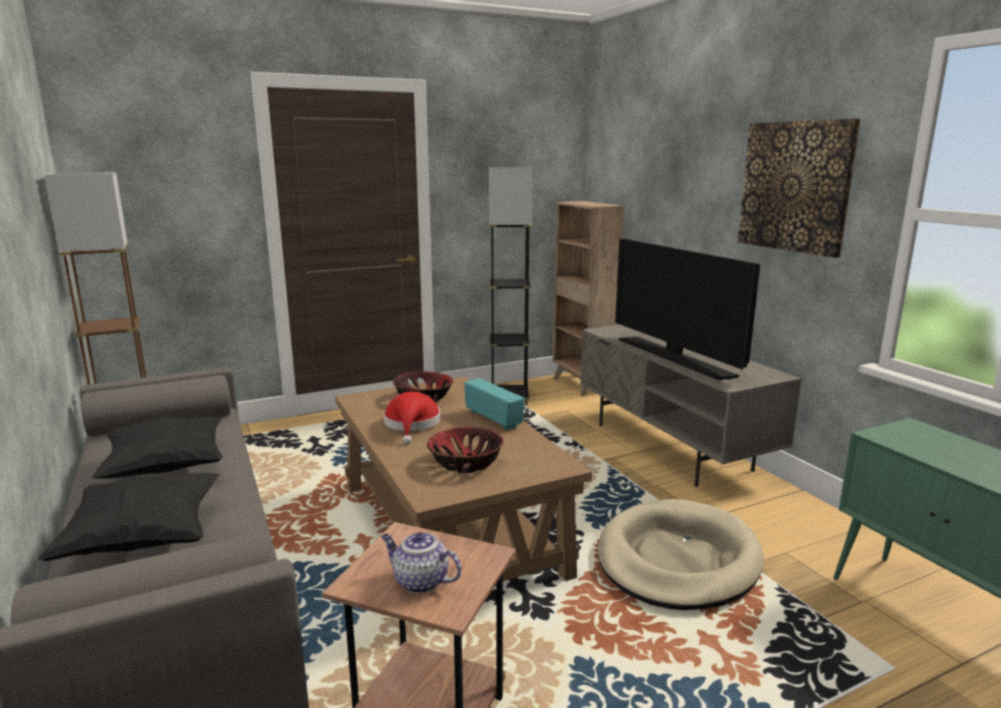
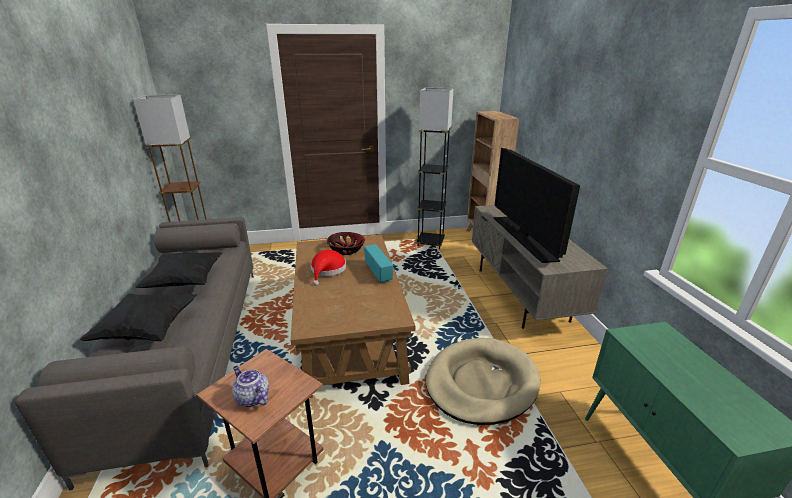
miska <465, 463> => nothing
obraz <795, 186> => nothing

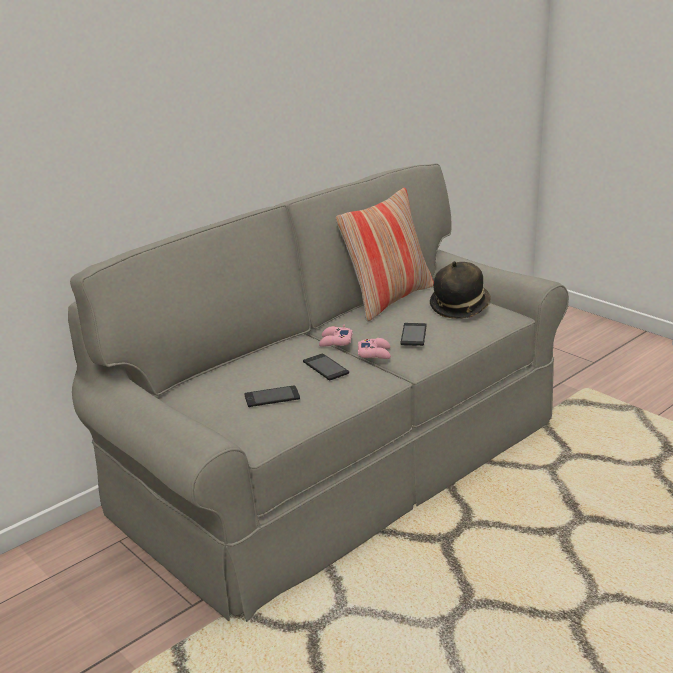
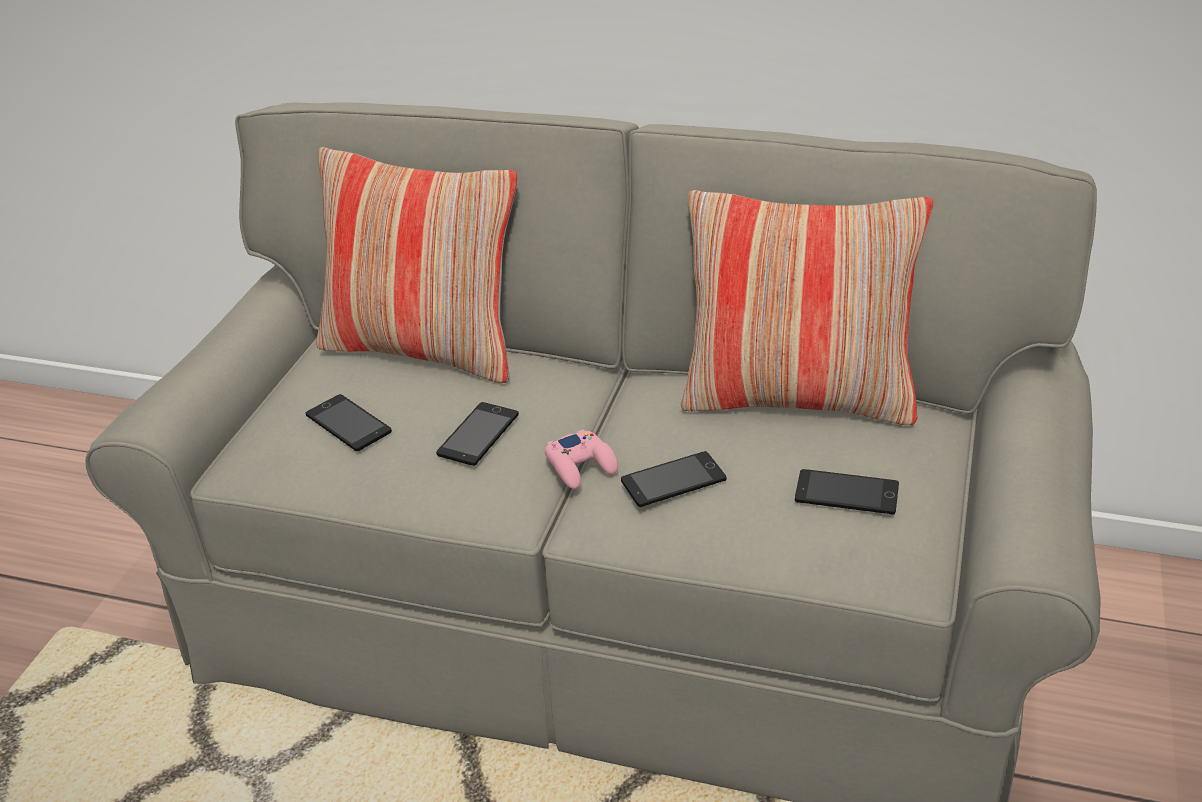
nothing => poduszka <424, 349>
kapelusz <460, 307> => telefon <846, 493>
pad do gier/różowy <335, 341> => nothing

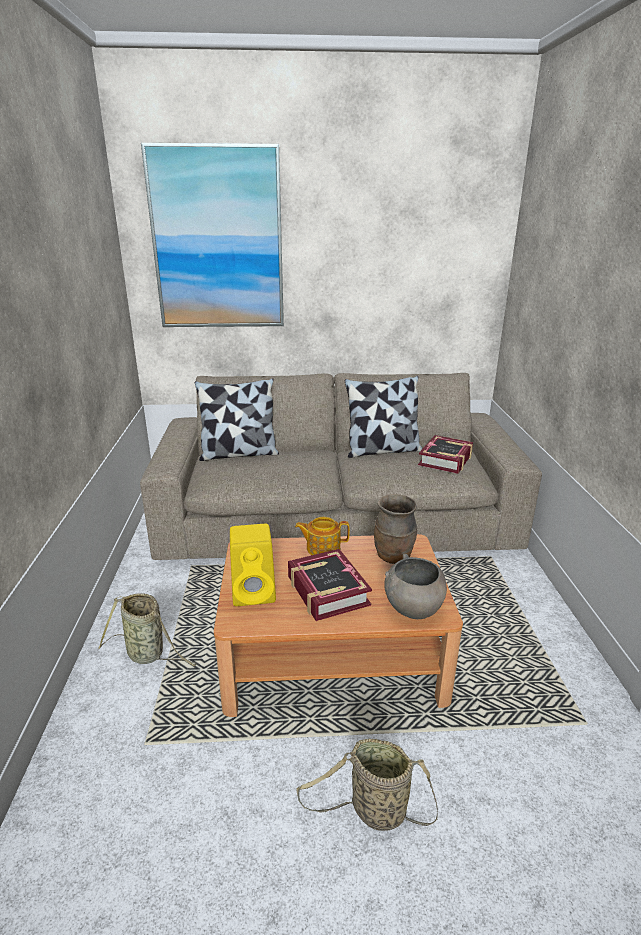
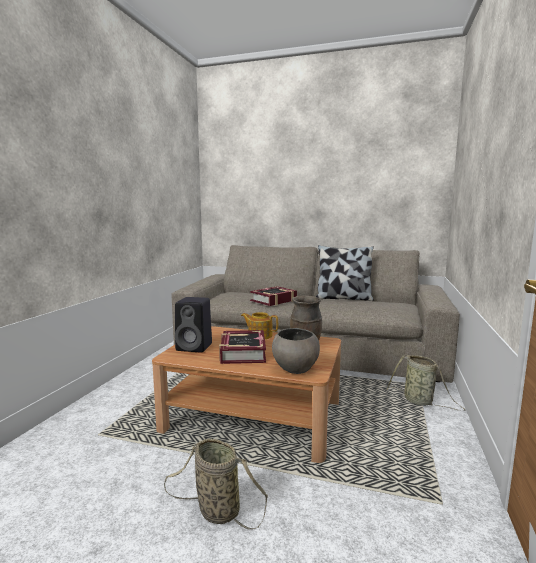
głośnik/żółty <255, 592> => głośnik/czarny <195, 347>
książka <446, 460> => książka <273, 300>, move
koszyk <148, 654> => koszyk <420, 401>, move
obraz <218, 240> => nothing
poduszka <239, 454> => nothing

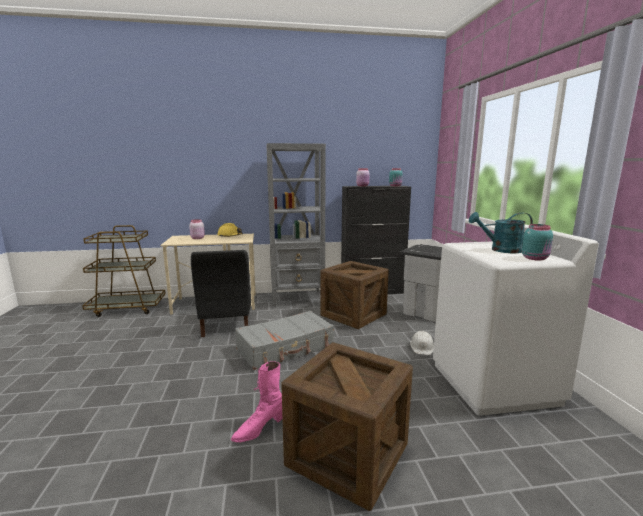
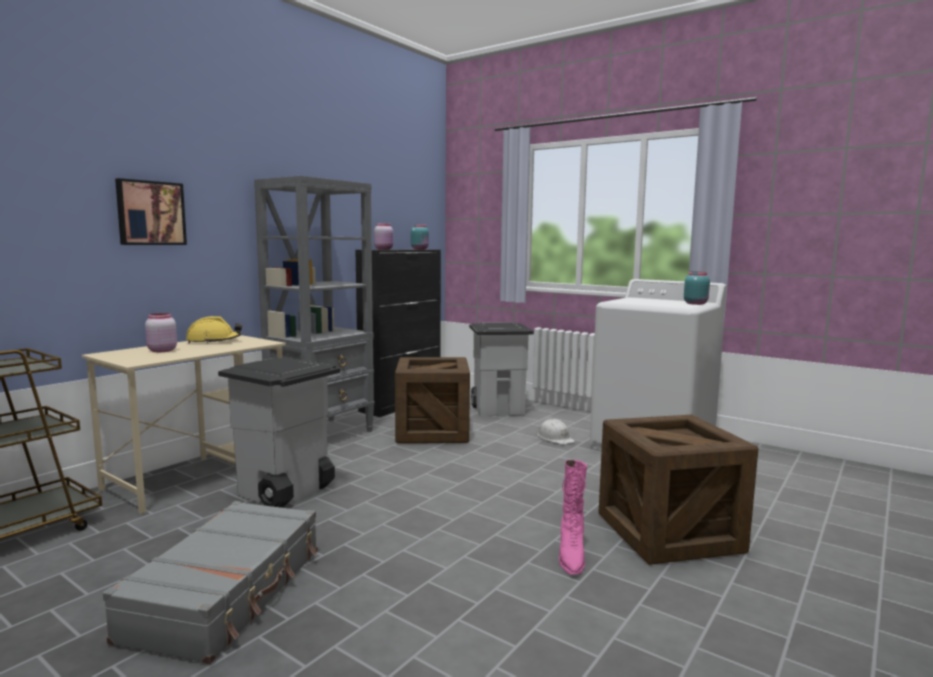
walizka/szary <286, 348> => walizka/szary <228, 593>, move
nothing => obraz <150, 213>
krzesło/czarny <225, 324> => kosz na śmieci/szary <285, 492>
konewka/turkusowy <500, 250> => nothing

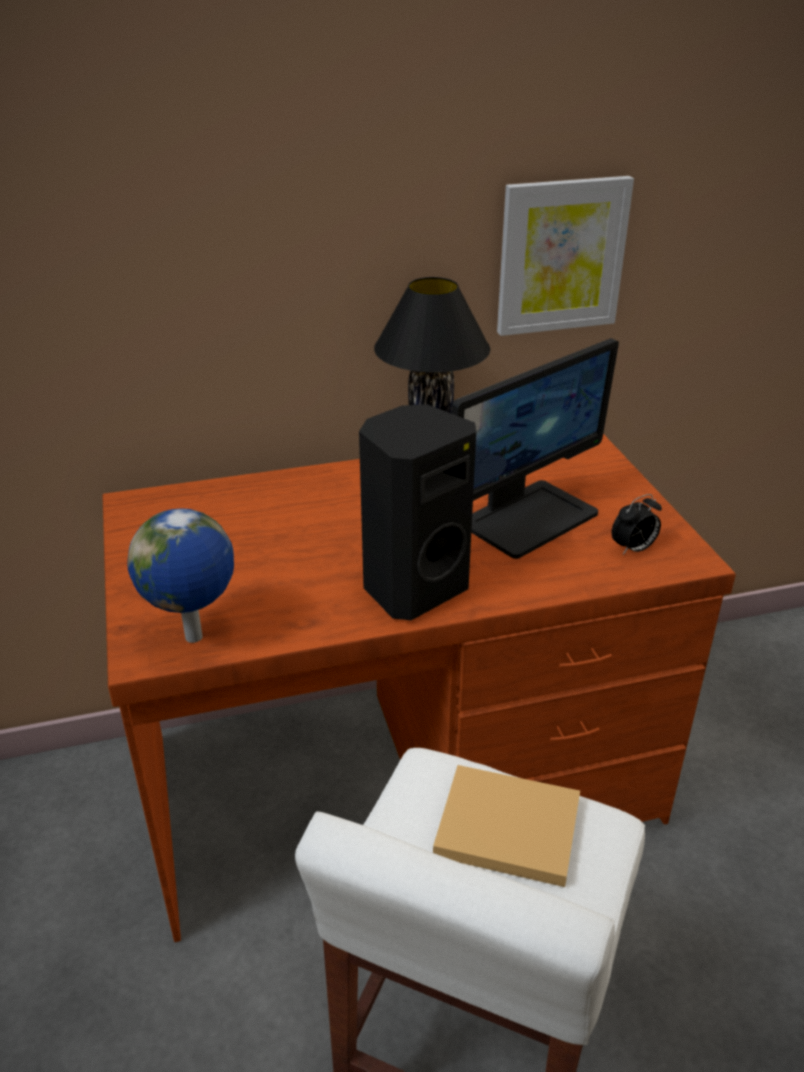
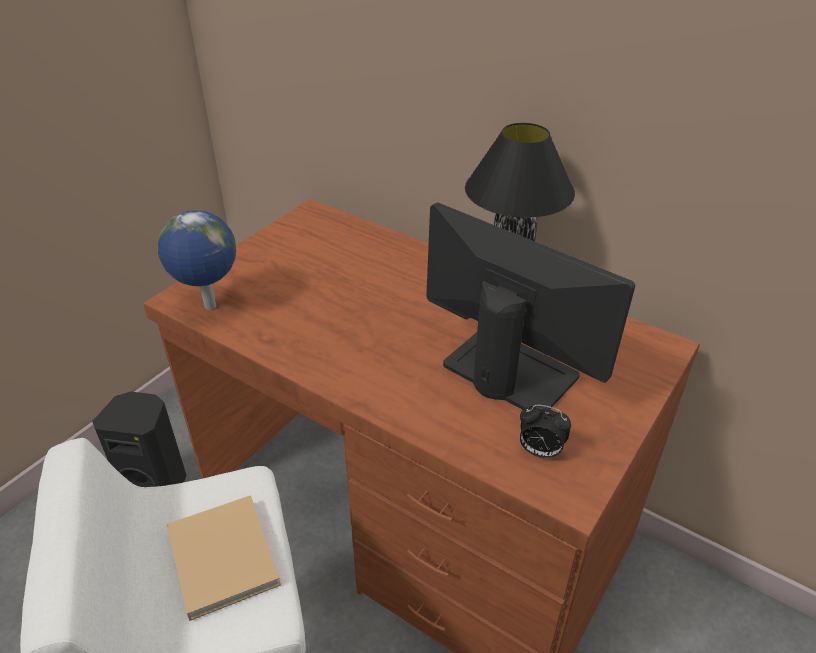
głośnik/czarny <413, 588> => głośnik/czarny <157, 486>, move
monitor <527, 517> => monitor <507, 372>, 150 degrees counterclockwise
obraz <561, 256> => nothing

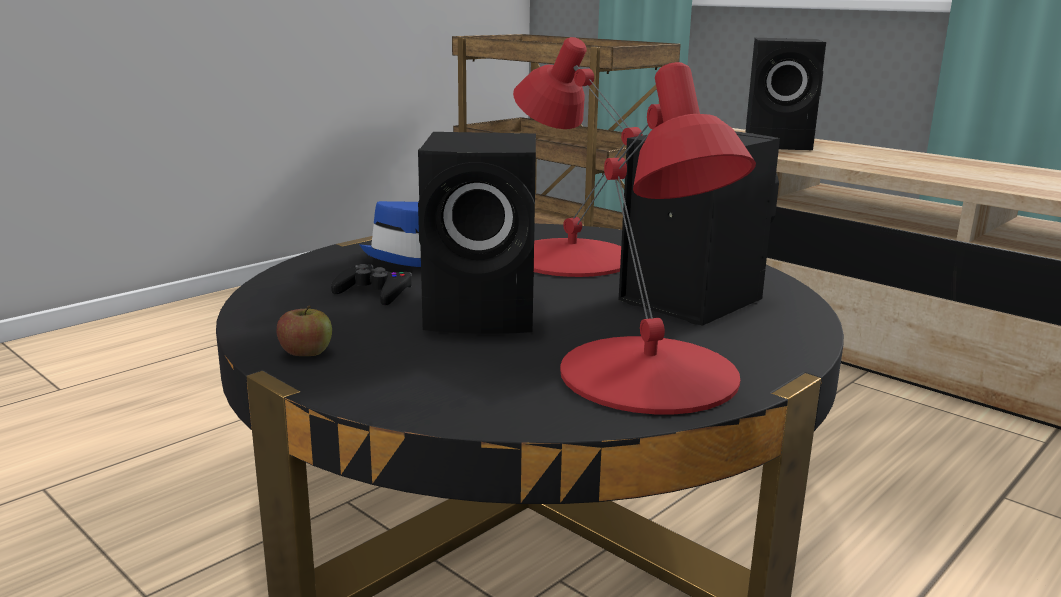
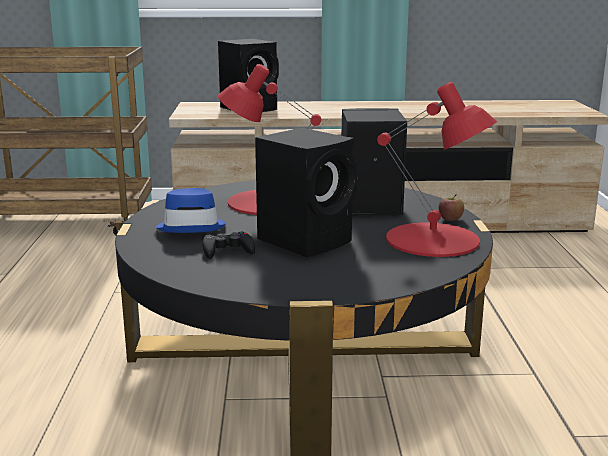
jabłko <306, 352> => jabłko <450, 219>, move

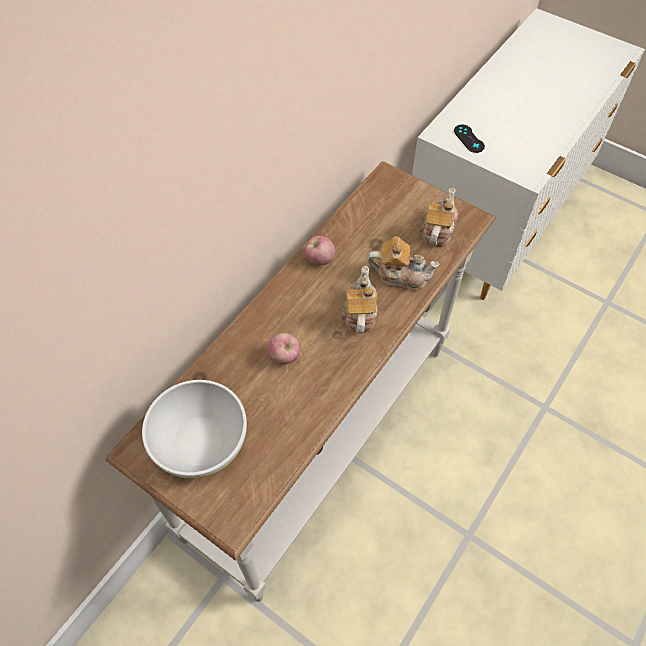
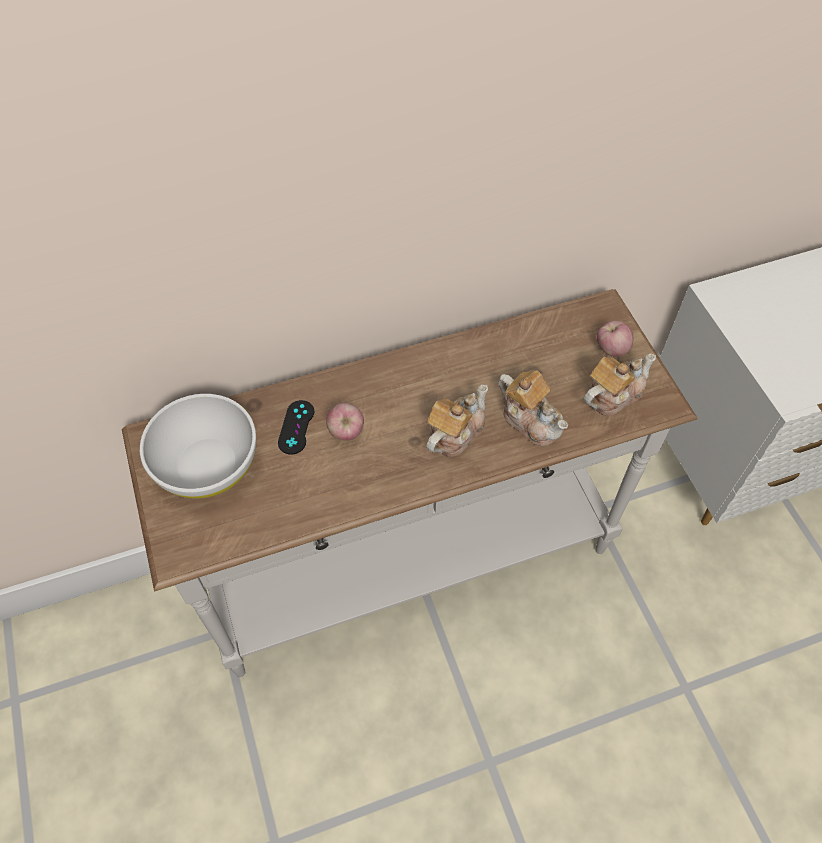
pad do gier/czarny <469, 139> => pad do gier/czarny <296, 427>, move
jabłko <320, 259> => jabłko <611, 349>, move

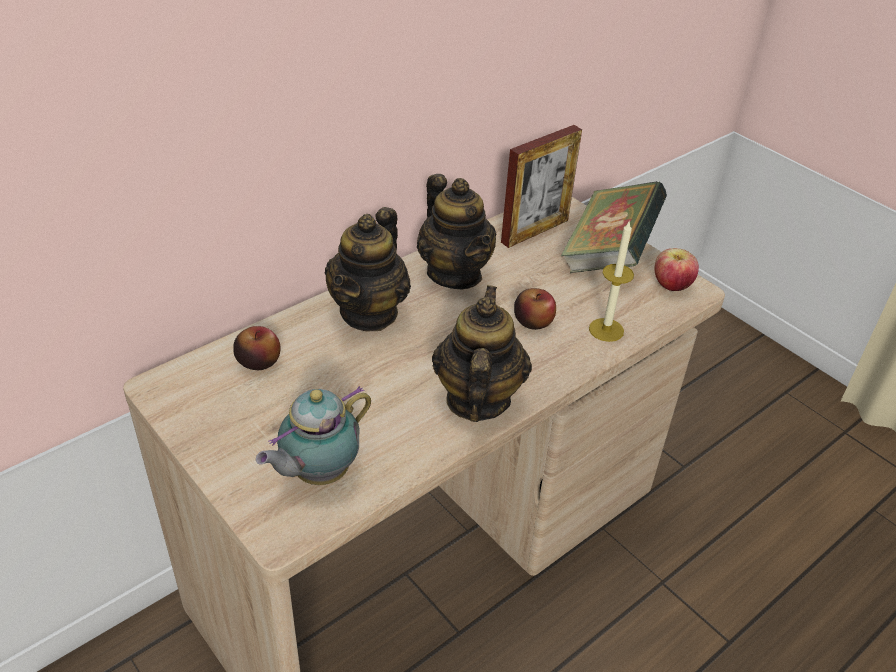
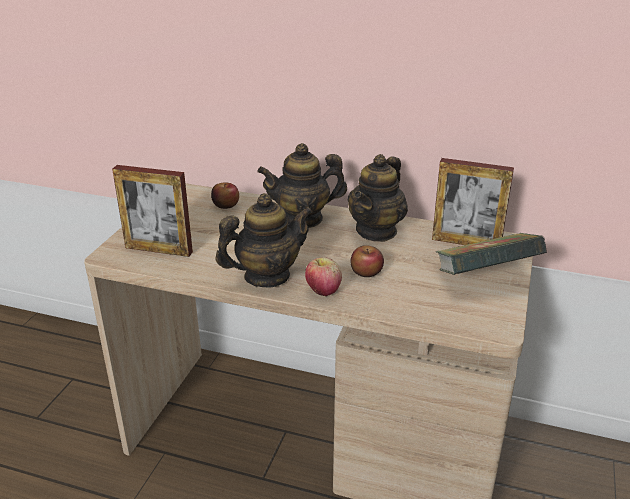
imbryk <317, 473> => ramka na zdjęcie <158, 250>
jabłko <671, 286> => jabłko <323, 291>, move
świeca <606, 330> => nothing

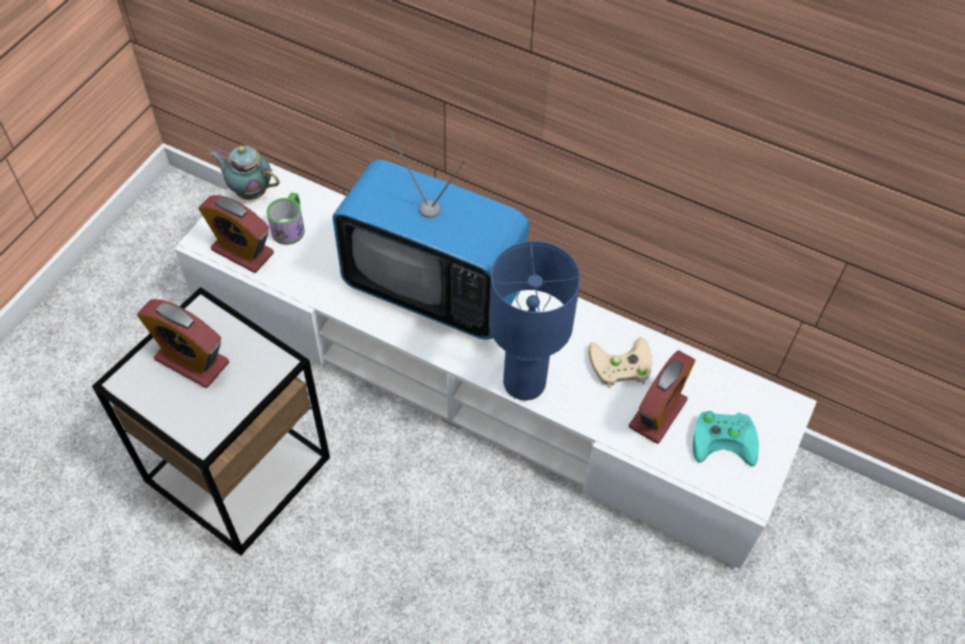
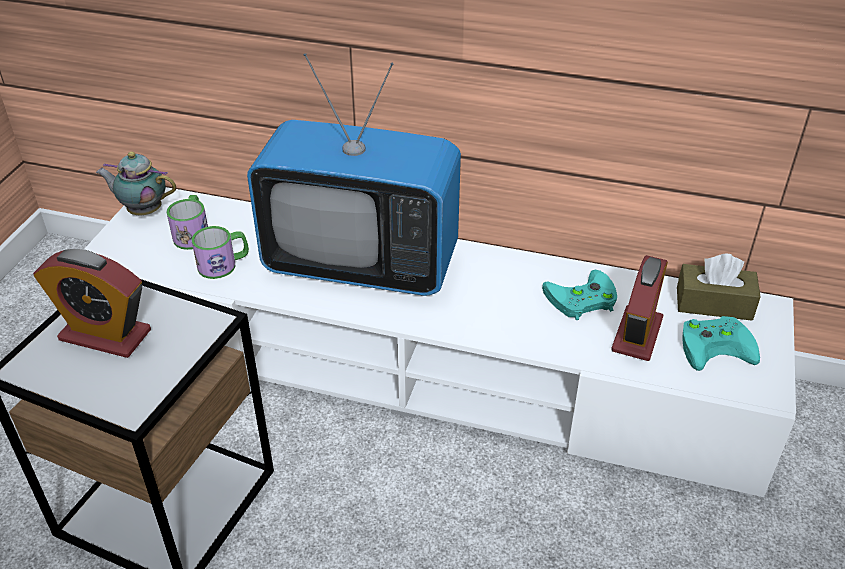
nothing => kubek <224, 265>
pad do gier/beżowy <619, 366> => pad do gier/turkusowy <580, 300>
nothing => pudełko chusteczek/brązowy <714, 303>
budzik <242, 251> => nothing
lampa stołowa/niebieski <523, 383> => nothing

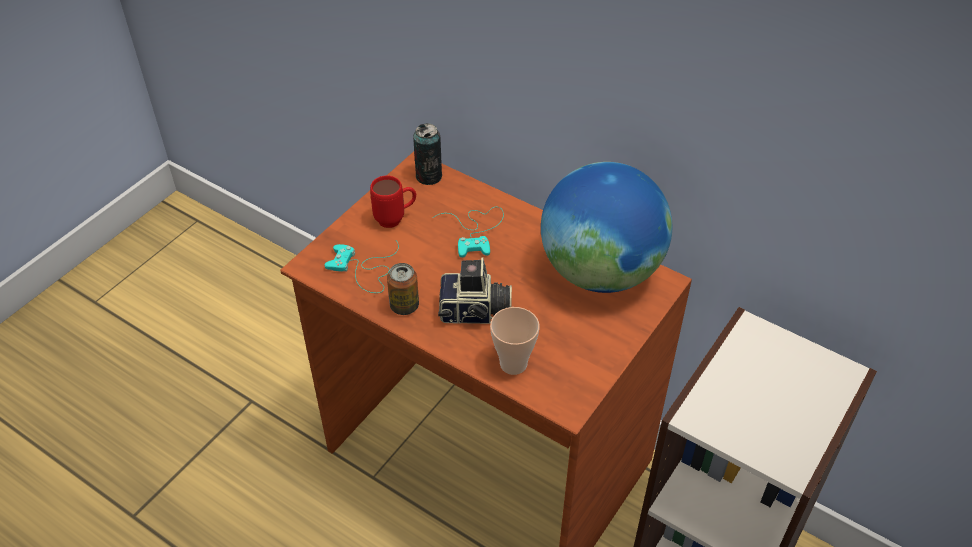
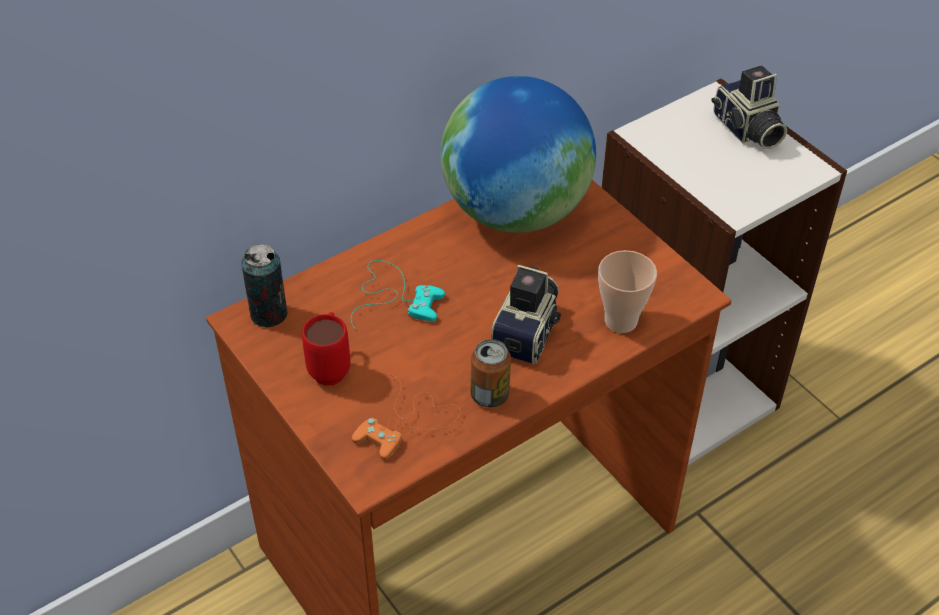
pad do gier/turkusowy <364, 269> => pad do gier/pomarańczowy <406, 420>
nothing => aparat fotograficzny <747, 130>

